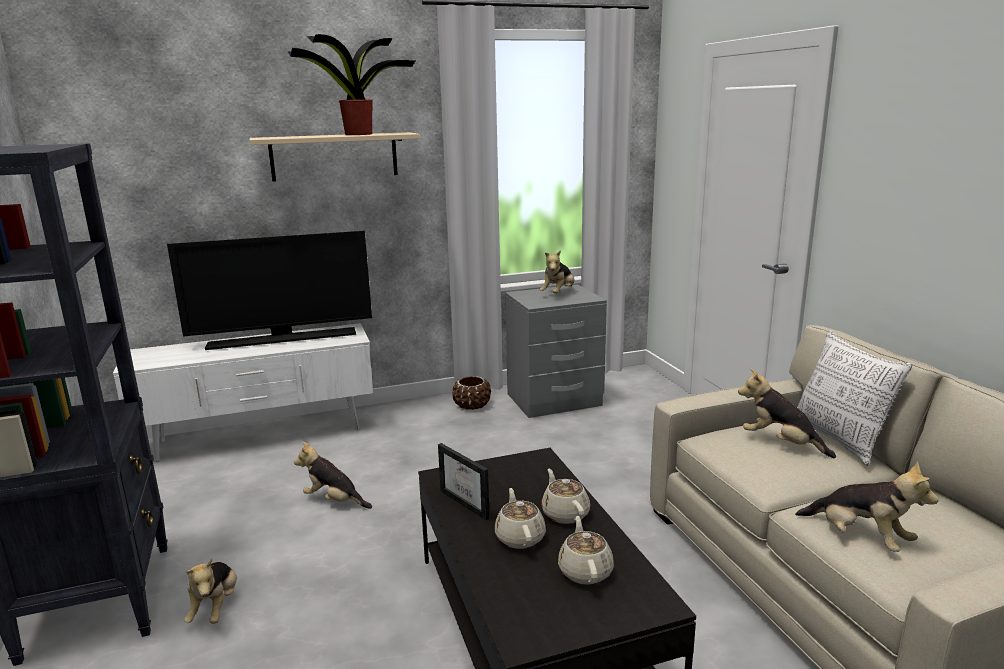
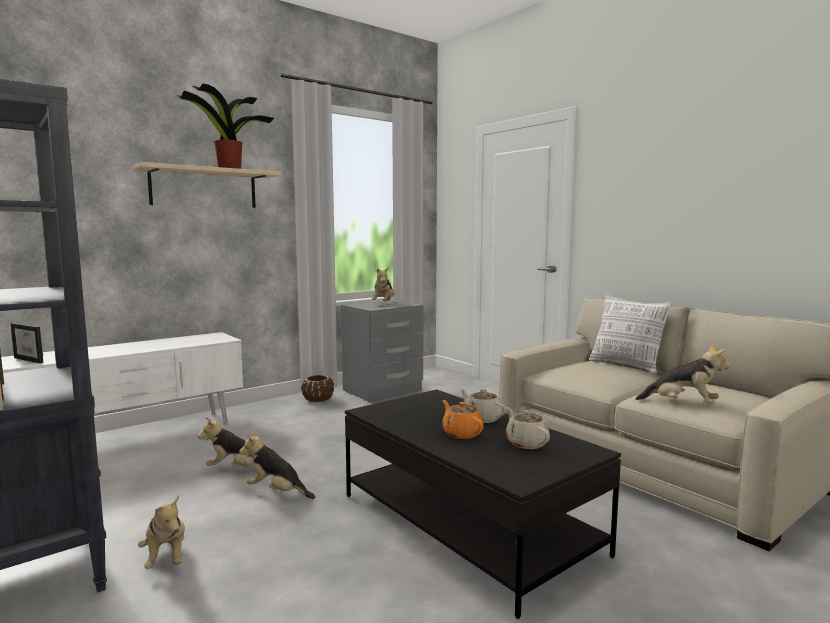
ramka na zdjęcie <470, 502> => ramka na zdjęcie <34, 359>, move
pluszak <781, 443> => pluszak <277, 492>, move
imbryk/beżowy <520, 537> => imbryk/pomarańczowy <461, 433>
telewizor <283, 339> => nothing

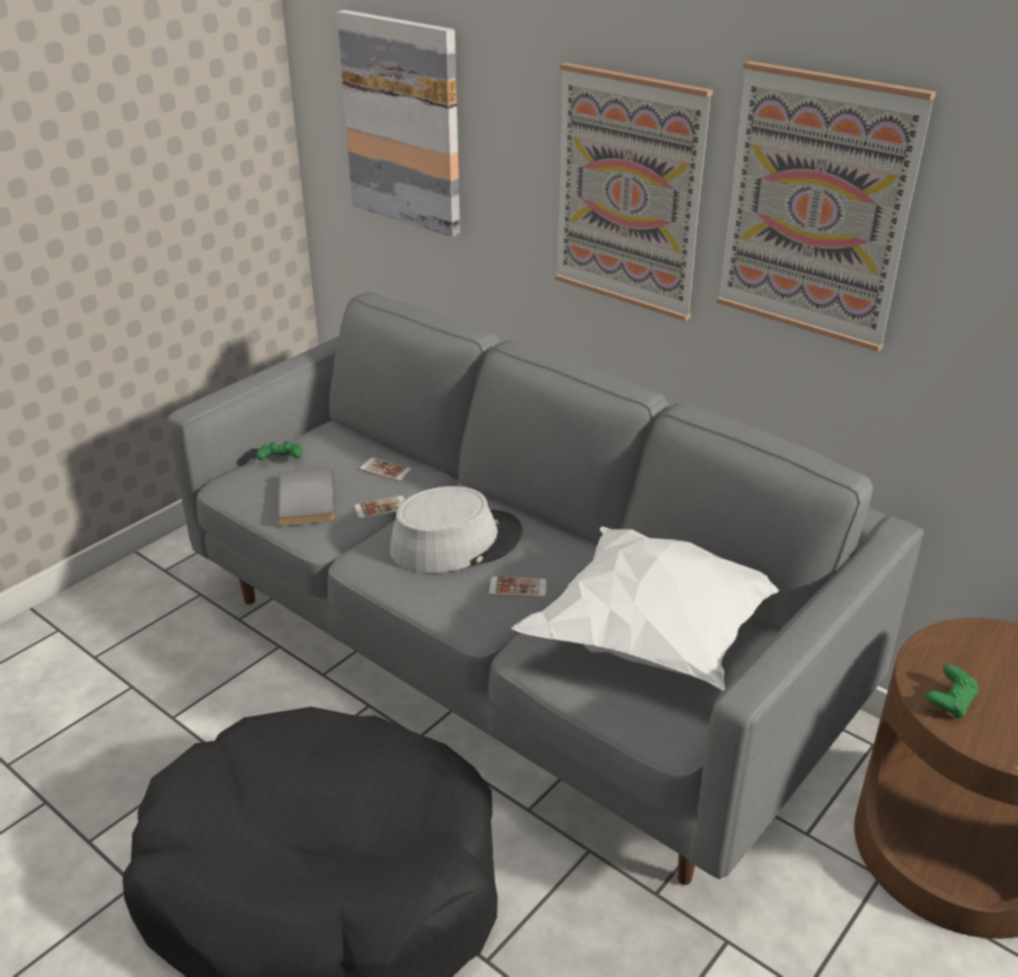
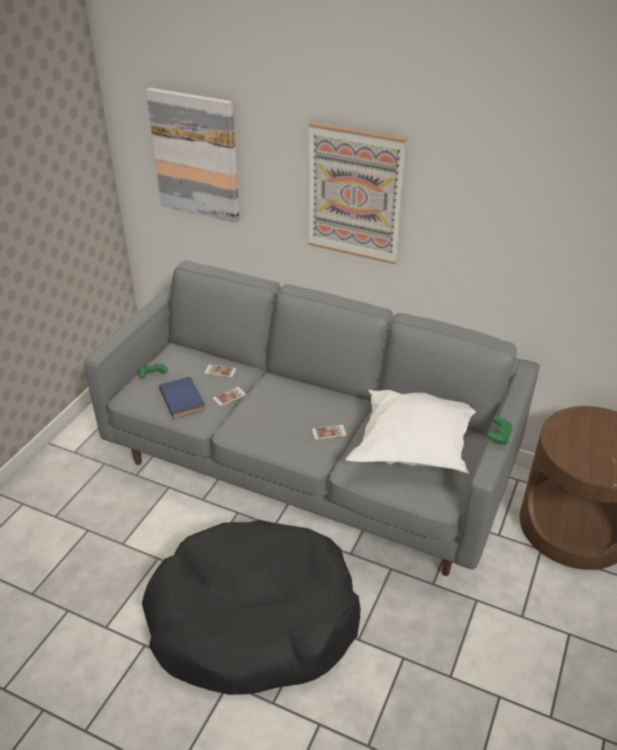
książka/szary <310, 500> => książka/niebieski <184, 398>
pad do gier/zielony <950, 702> => pad do gier/zielony <499, 436>, move
kapelusz/szary <456, 542> => nothing
obraz <817, 206> => nothing

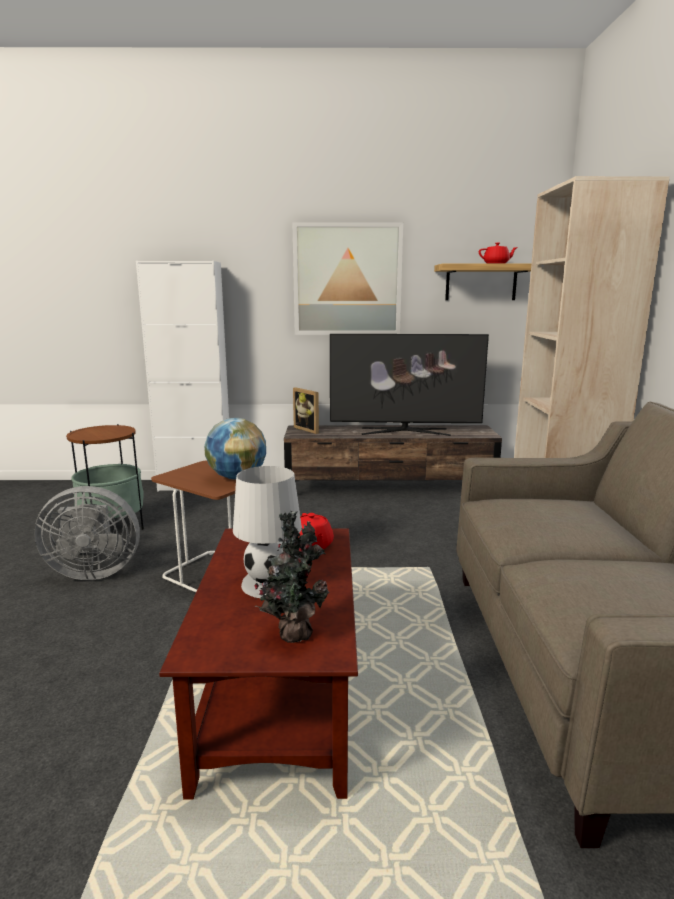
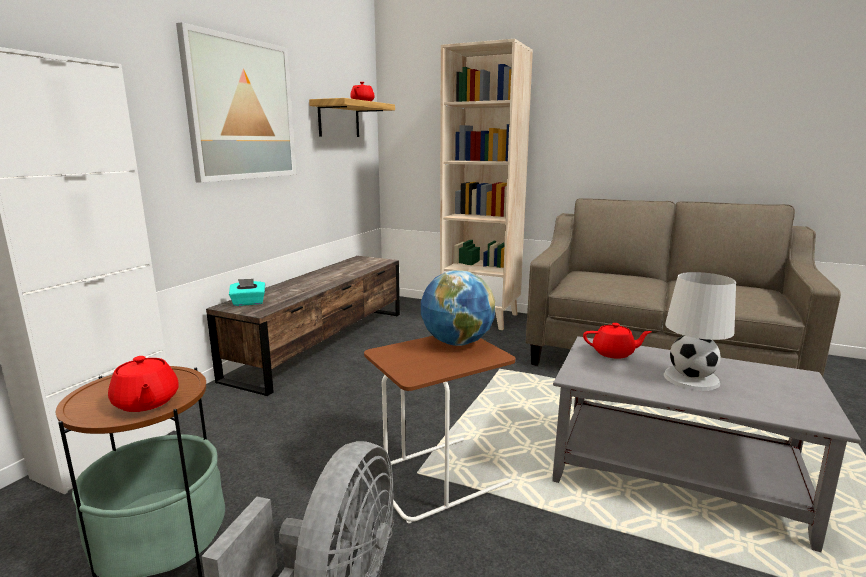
nothing => imbryk/czerwony <146, 402>
ramka na zdjęcie <309, 429> => pudełko chusteczek/turkusowy <248, 303>
ława/brązowy <280, 695> => ława/szary <676, 478>
roślina doniczkowa <293, 633> => nothing
telewizor <404, 431> => nothing

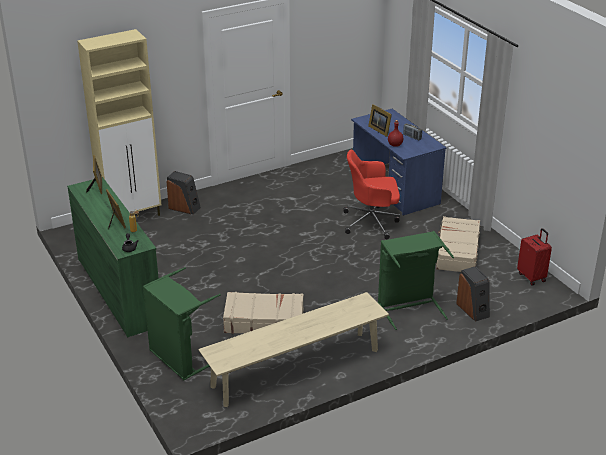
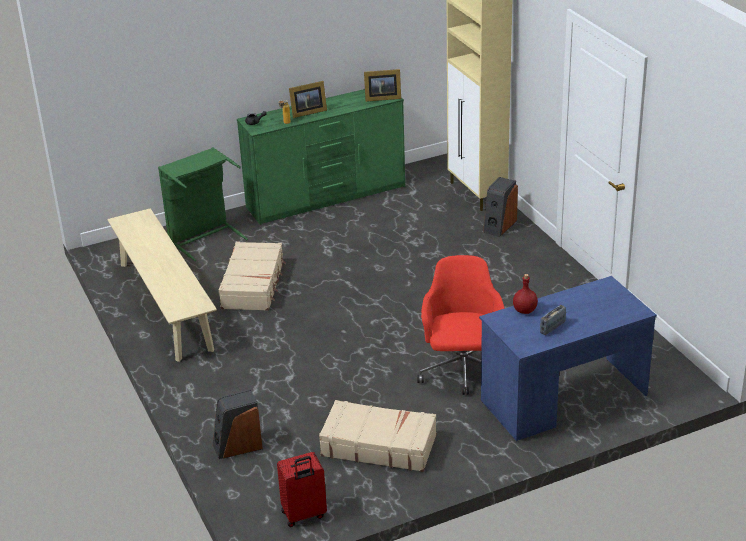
ramka na zdjęcie <380, 130> => nothing
kosz na pranie/zielony <409, 307> => nothing

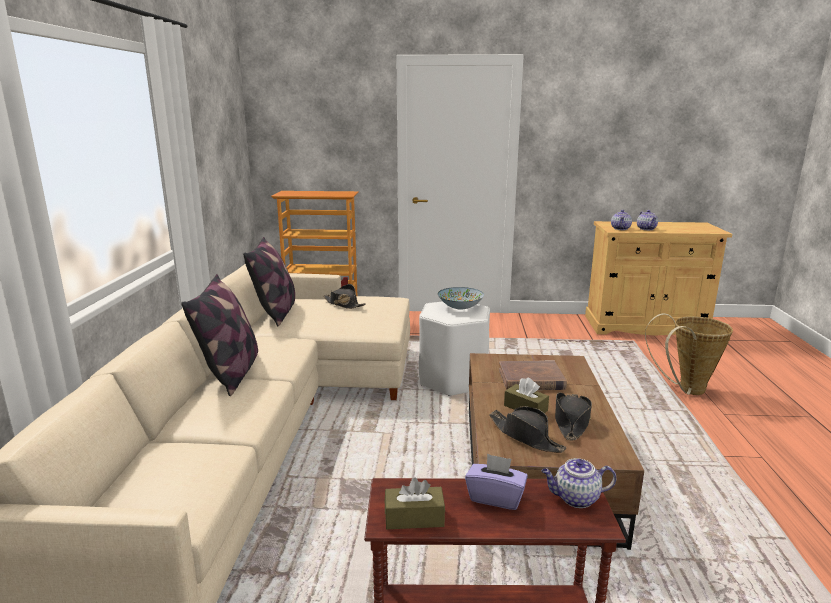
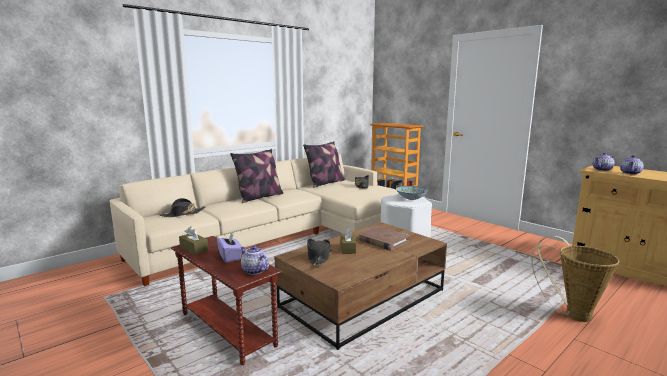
kapelusz/czarny <571, 421> => kapelusz/czarny <183, 214>, move

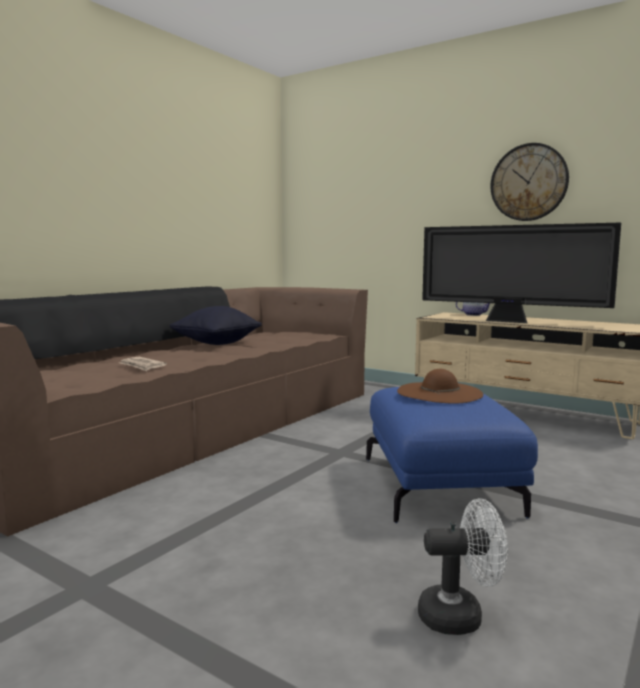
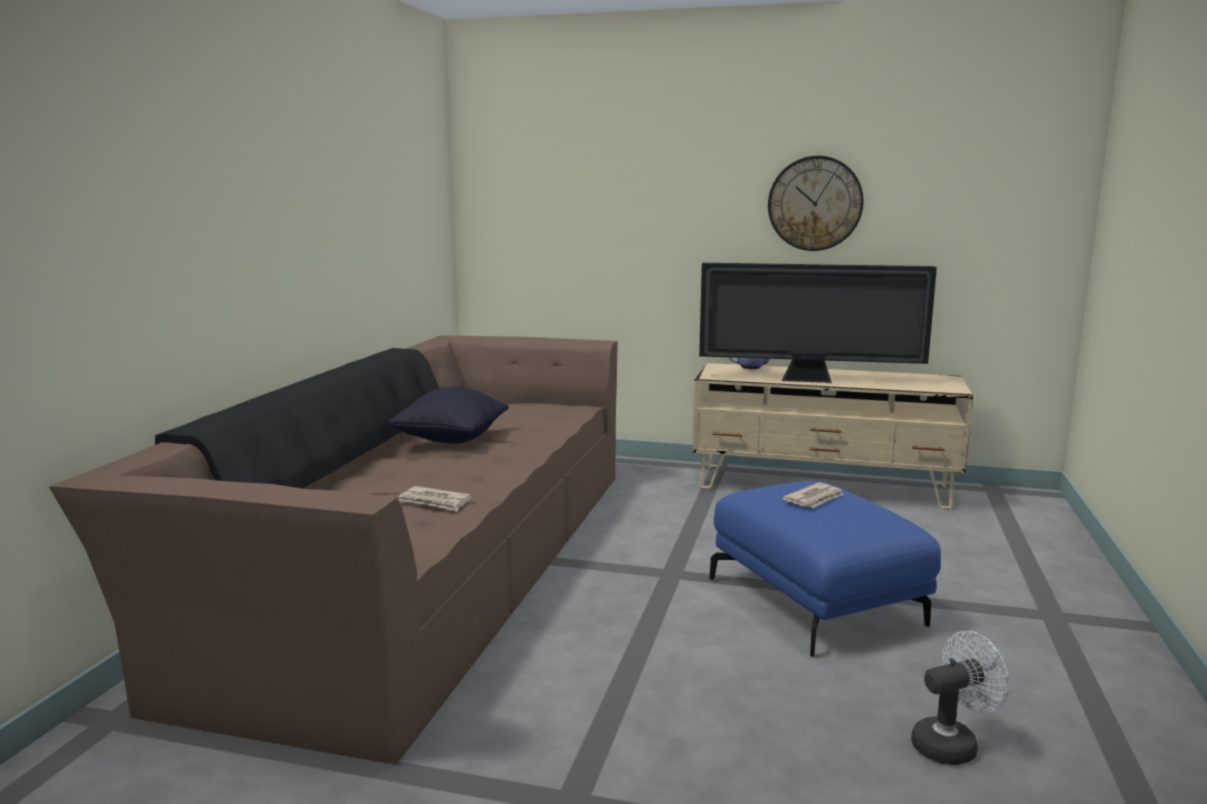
kapelusz/brązowy <439, 393> => gazeta <814, 499>

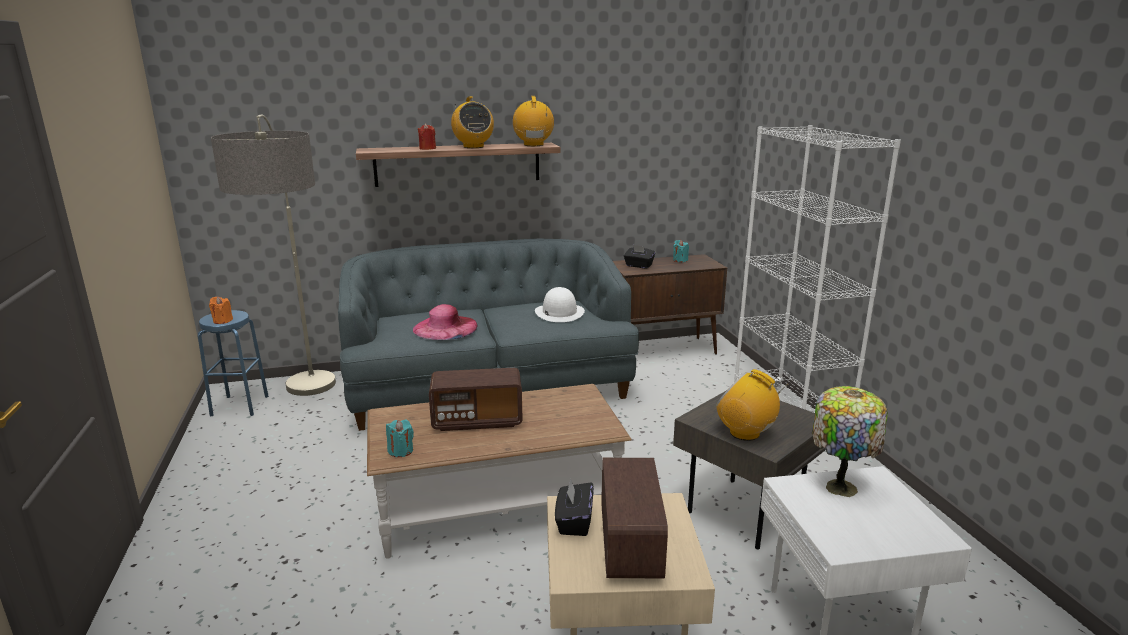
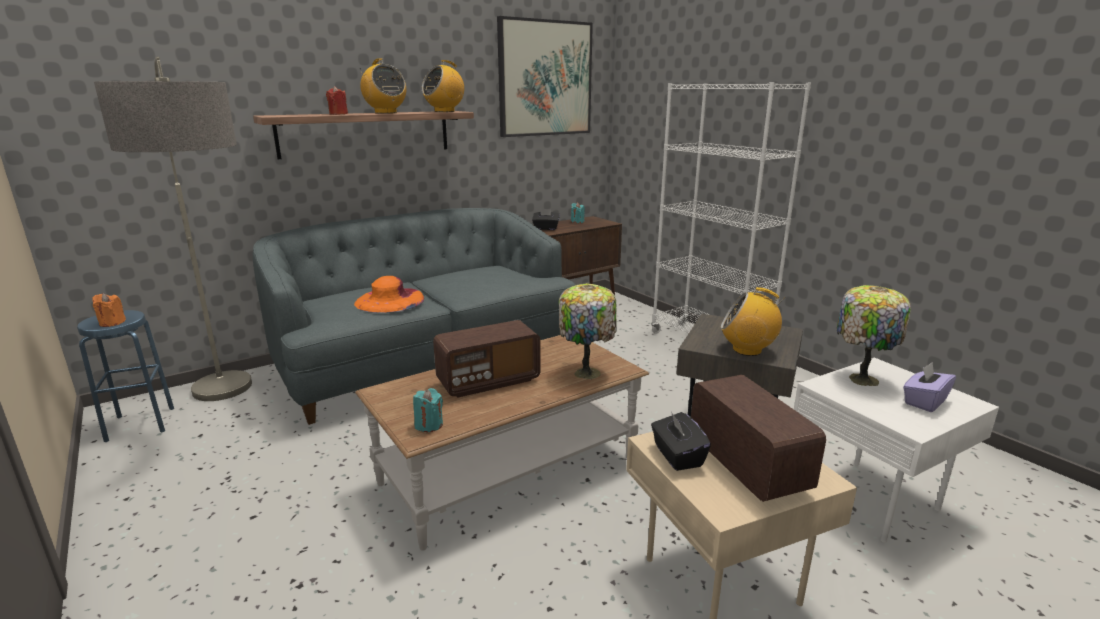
kapelusz/różowy <445, 327> => kapelusz/pomarańczowy <390, 300>
radio <533, 145> => radio <444, 111>, 105 degrees counterclockwise
nothing => obraz <545, 79>
nothing => lampa stołowa <586, 372>
nothing => pudełko chusteczek/fioletowy <924, 401>
kapelusz/biały <559, 312> => nothing

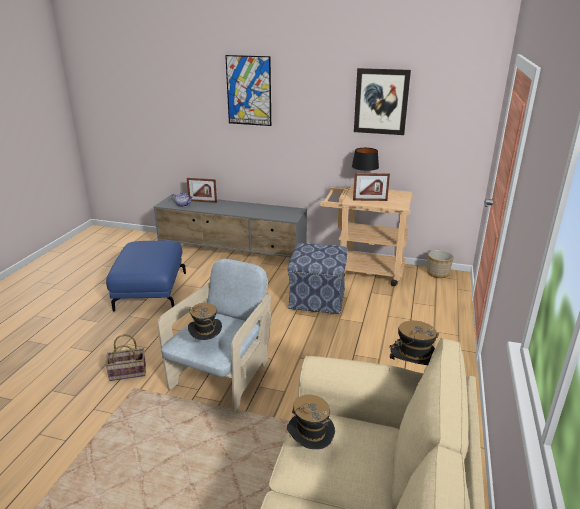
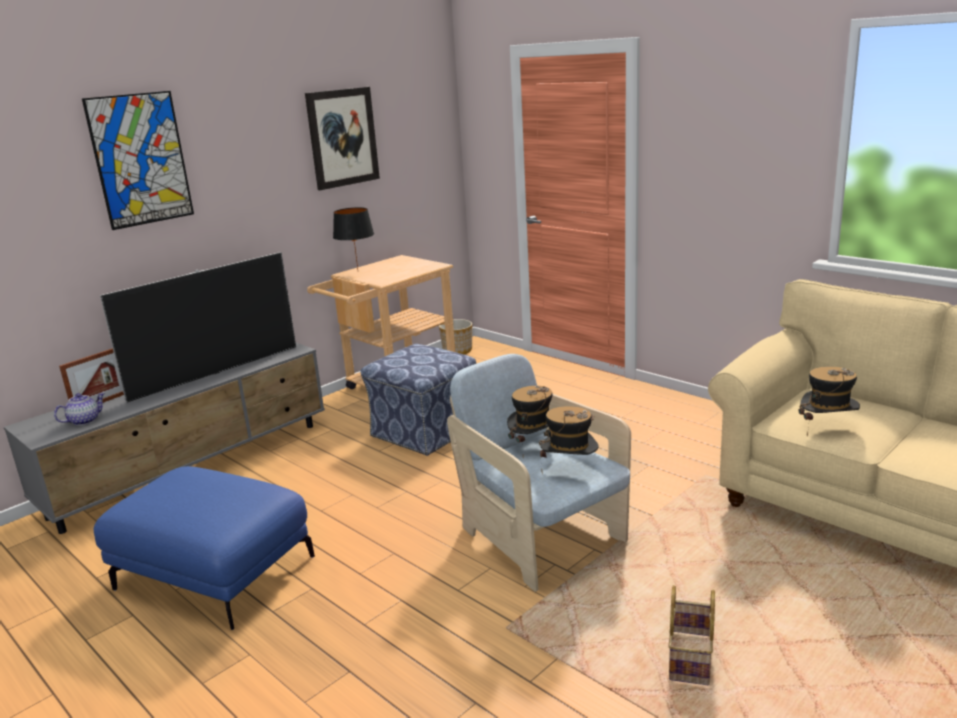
nothing => telewizor <216, 373>
kapelusz <411, 371> => kapelusz <534, 446>, move
koszyk <127, 373> => koszyk <691, 660>, move
ramka na zdjęcie <370, 200> => nothing

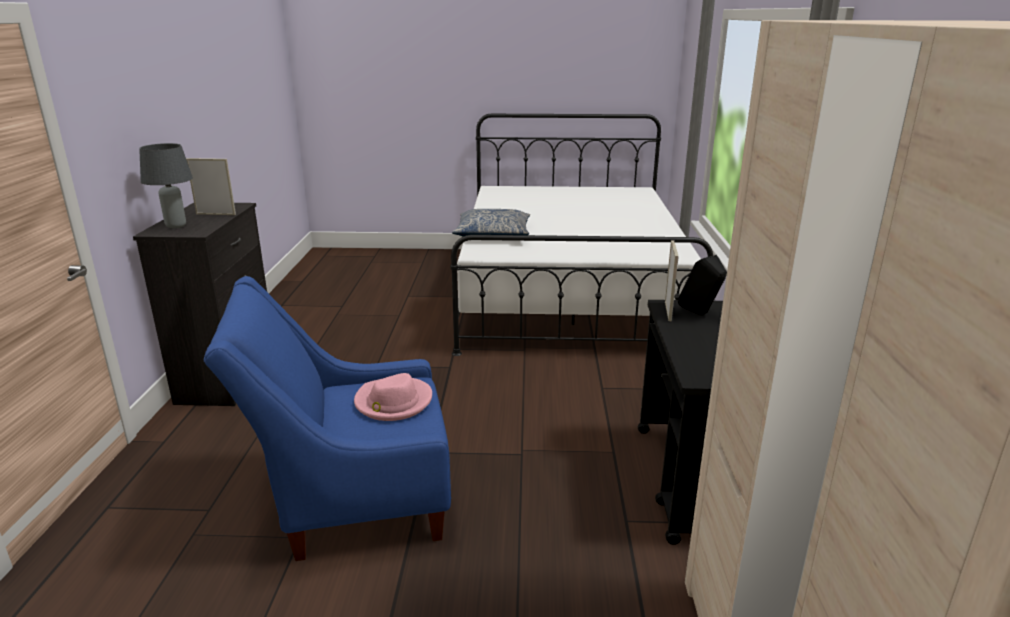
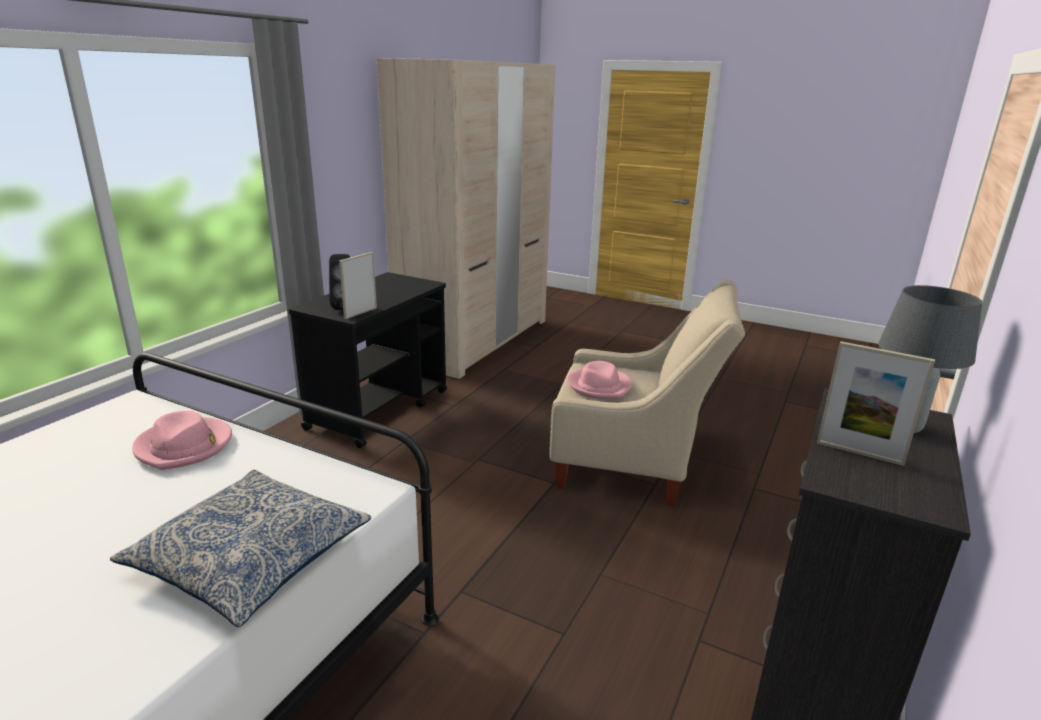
nothing => kapelusz/różowy <185, 446>
fotel/niebieski <351, 499> => fotel/beżowy <634, 464>

